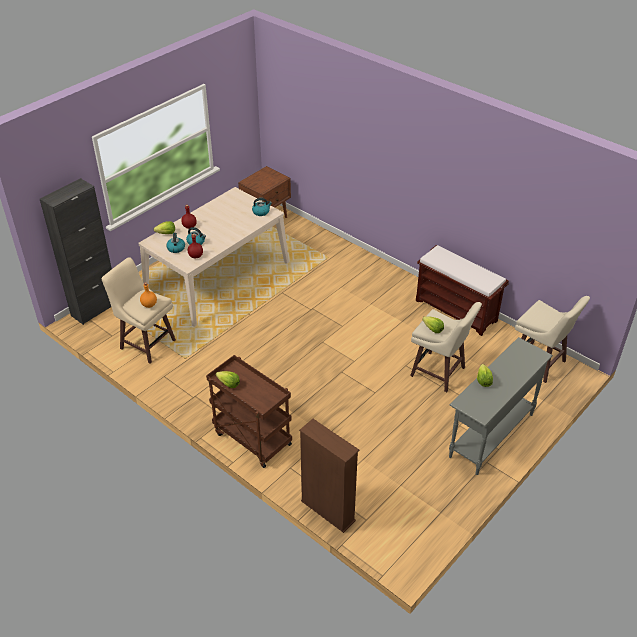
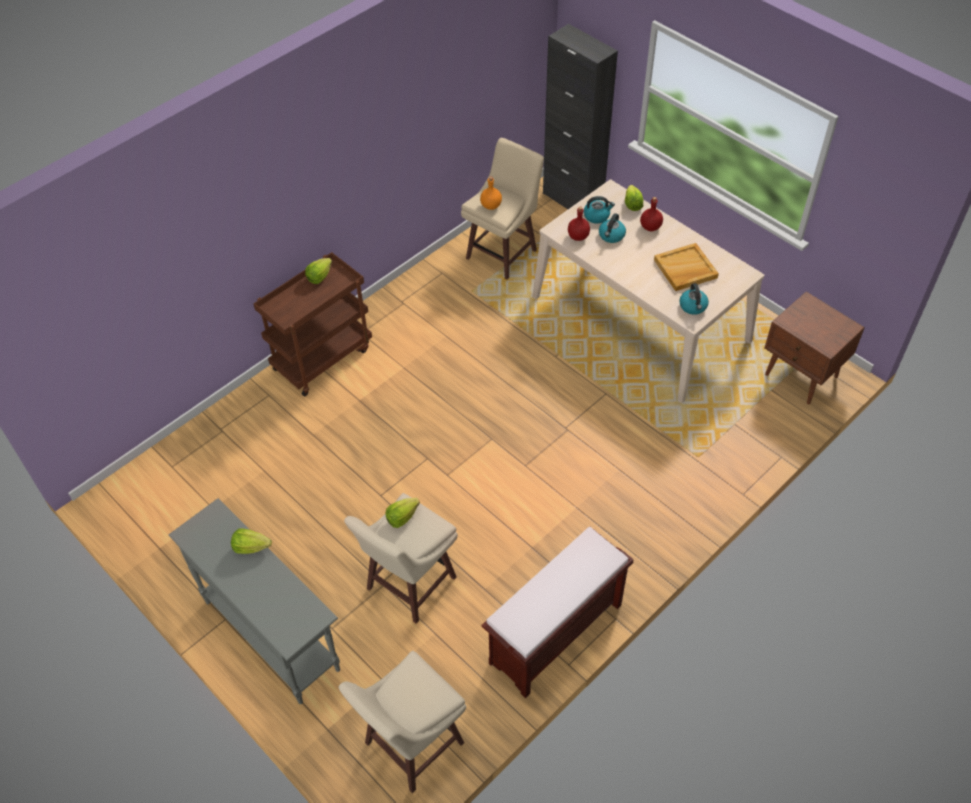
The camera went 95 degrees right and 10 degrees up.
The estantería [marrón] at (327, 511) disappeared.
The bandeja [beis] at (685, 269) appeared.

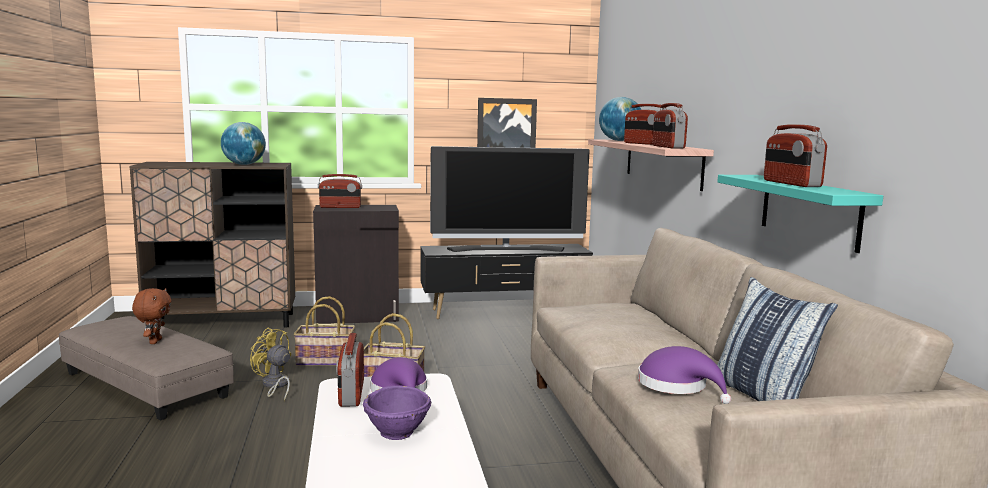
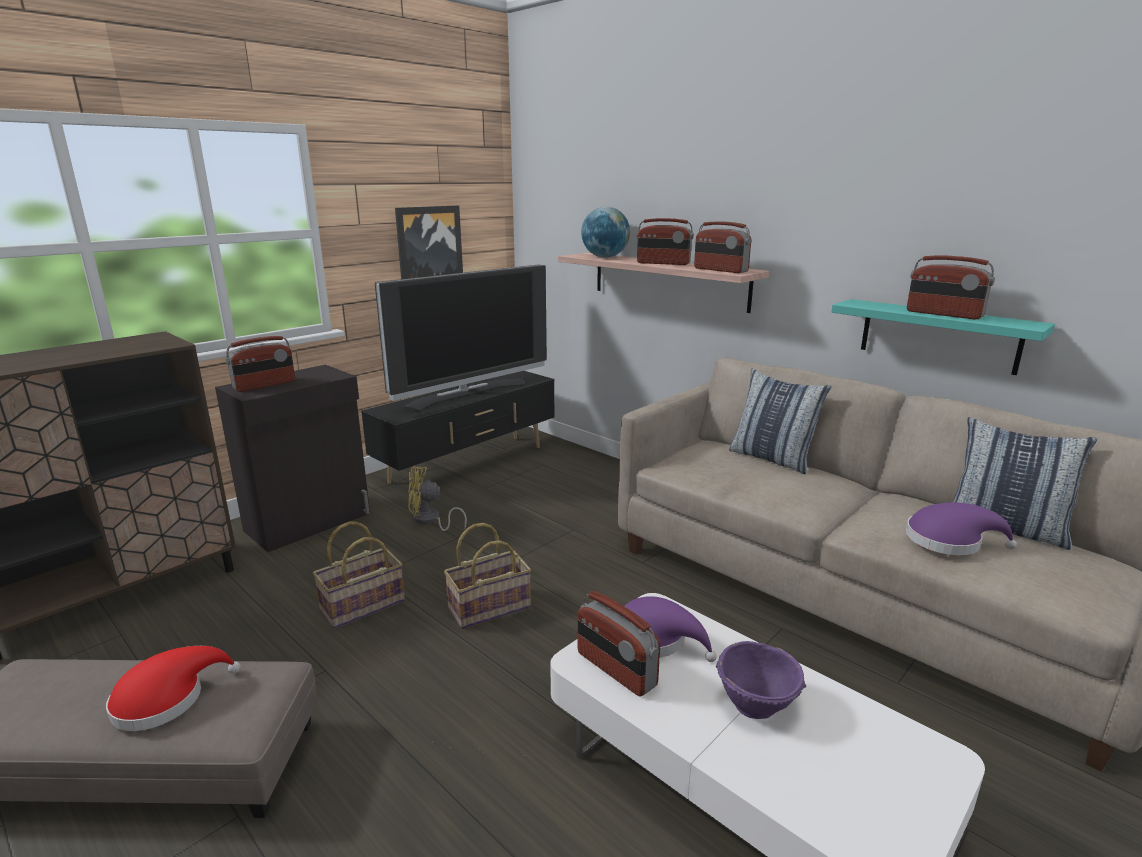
The camera went 35 degrees left and 10 degrees up.
The peluche [marrón] at (154, 341) was replaced by the sombrero [rojo] at (166, 699).
The globo terráqueo at (244, 164) disappeared.
The ventilador [amarillo] moved from (275, 386) to (430, 520).
The cojín at (772, 458) appeared.

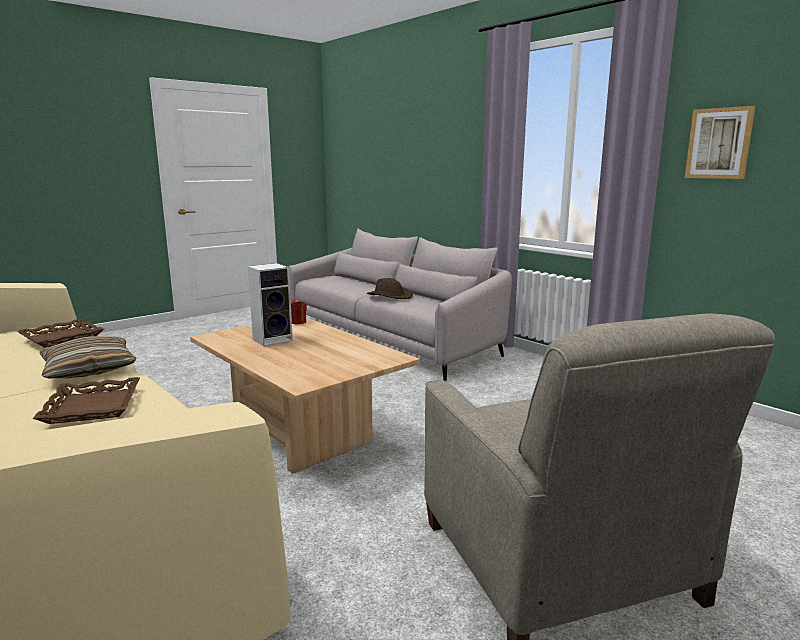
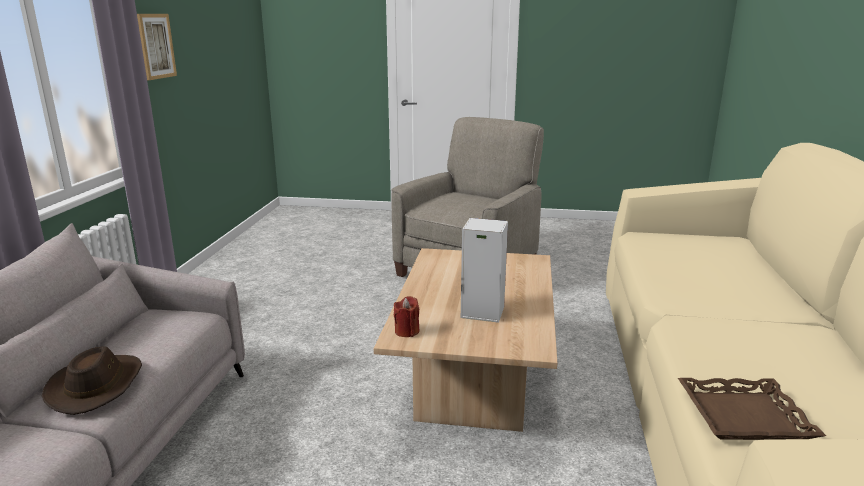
The camera went 130 degrees left and 5 degrees up.
The bandeja [marrón] at (93, 407) disappeared.
The cojín at (89, 369) disappeared.

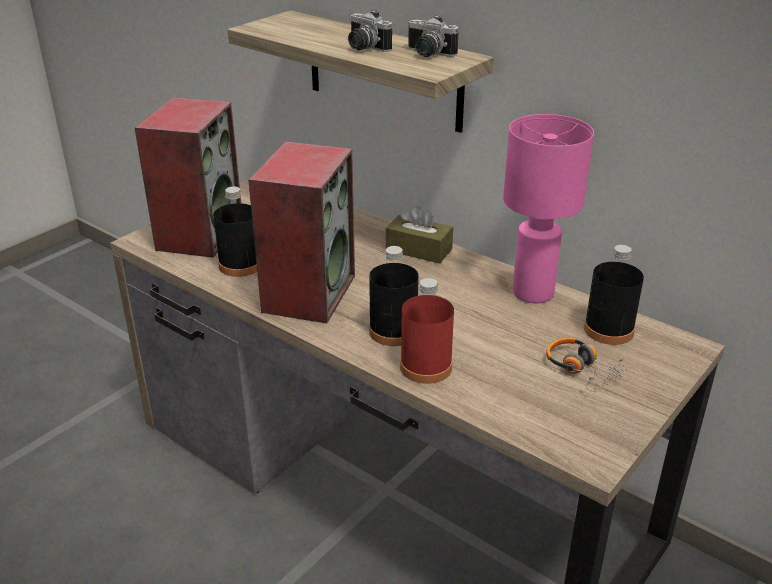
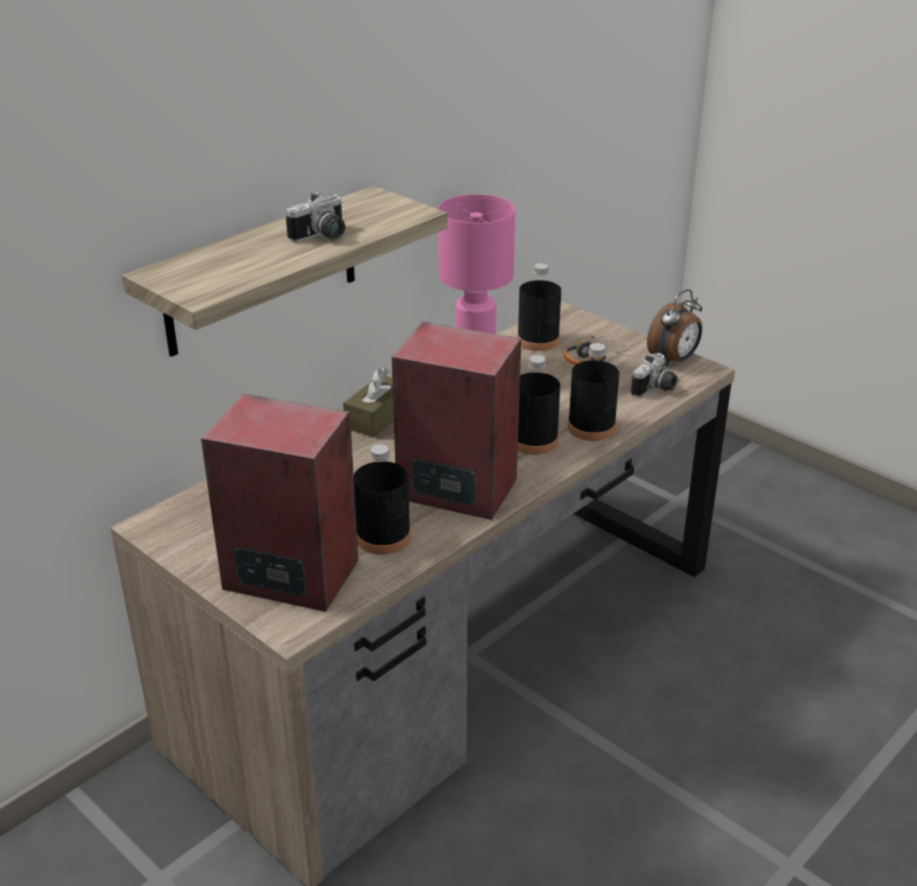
The camera went 85 degrees left and 0 degrees up.
The botella [rojo] at (426, 367) became the botella [negro] at (591, 428).
The cámara moved from (427, 54) to (655, 389).
The despertador at (674, 360) appeared.

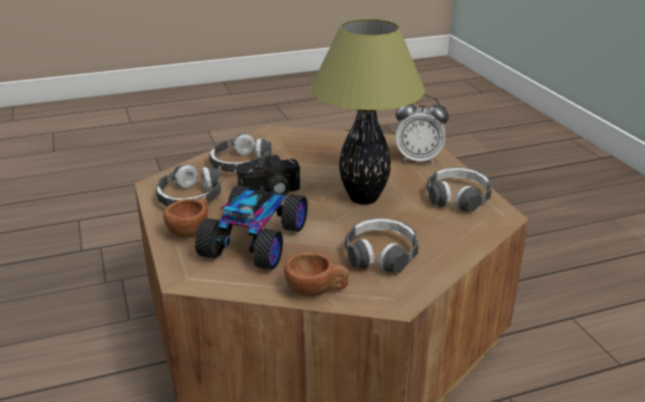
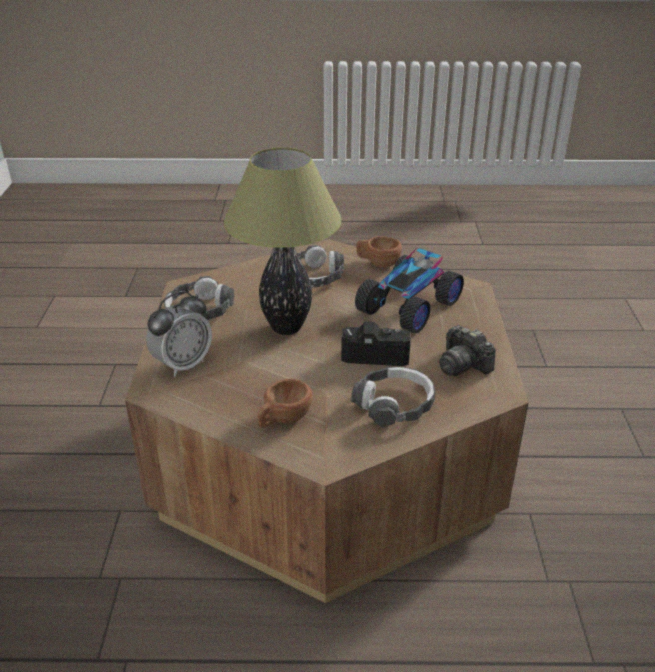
The camera went 160 degrees left and 5 degrees up.
The auriculares at (189, 198) was replaced by the cámara at (463, 365).
The taza [marrón] moved from (191, 230) to (283, 419).
The despertador at (418, 159) turned 105 degrees clockwise.

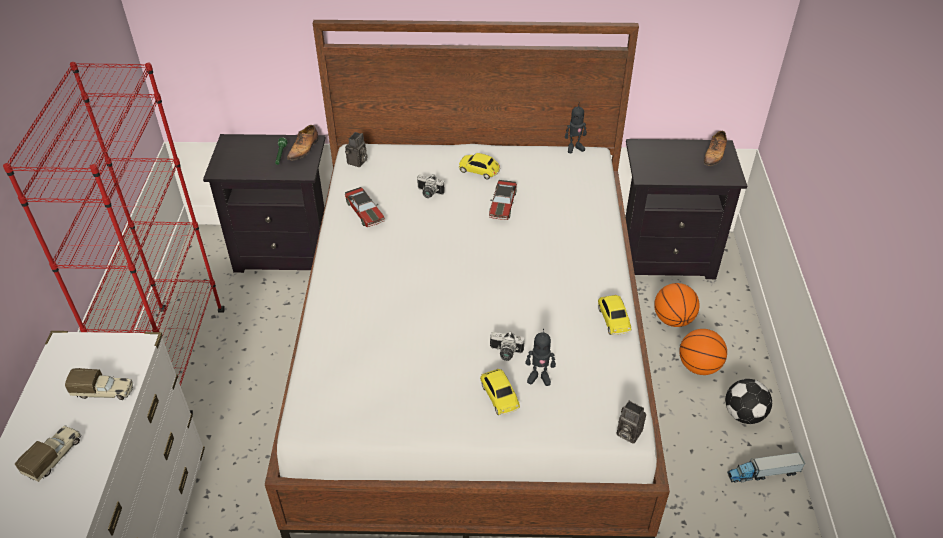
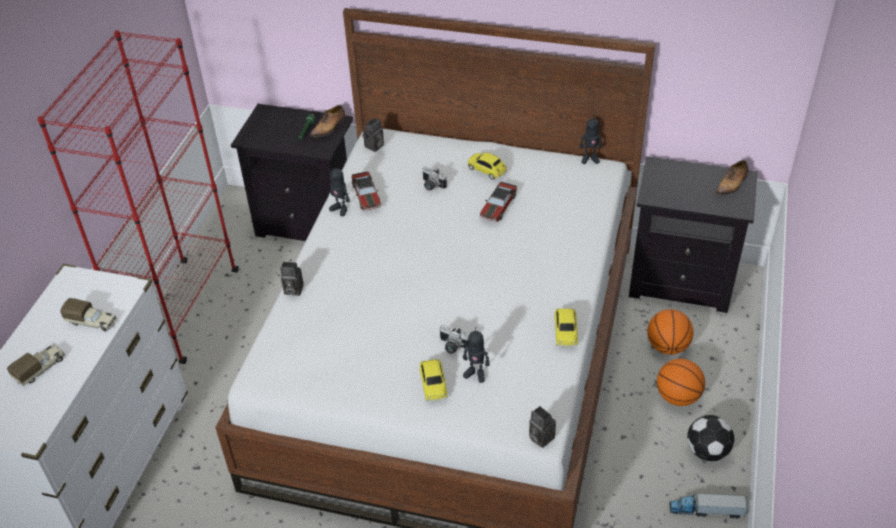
The camera went 15 degrees right and 0 degrees up.
The cámara at (292, 290) appeared.
The robot de juguete at (340, 209) appeared.

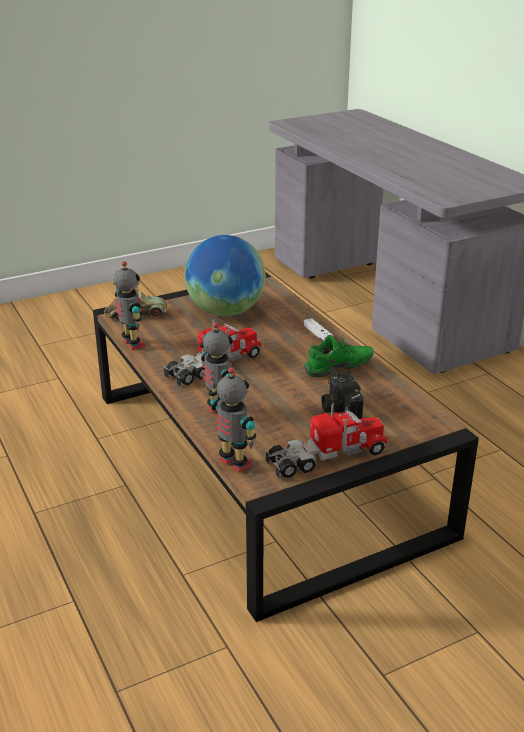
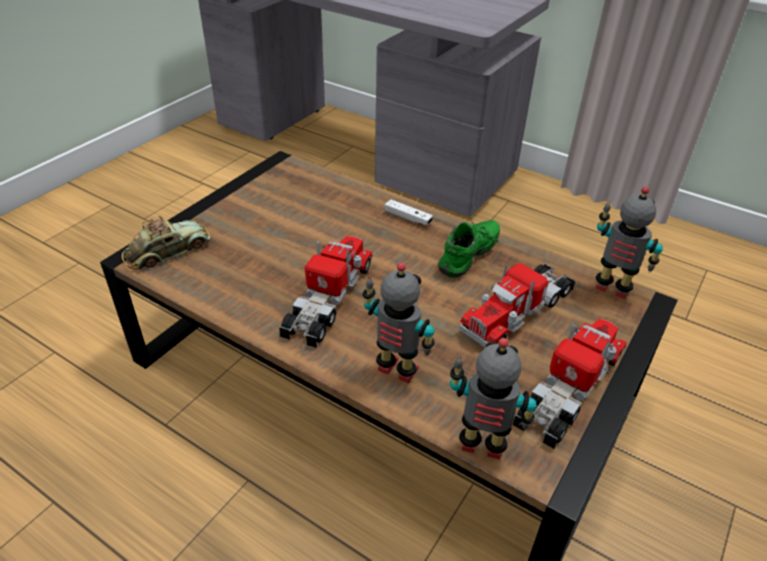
The camera went 30 degrees left and 10 degrees up.
The robot de juguete moved from (132, 344) to (611, 290).
The globo terráqueo at (225, 312) disappeared.
The cámara at (338, 408) was replaced by the camión de juguete at (518, 311).

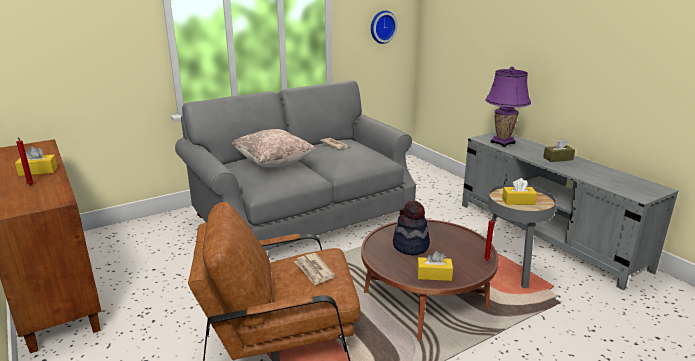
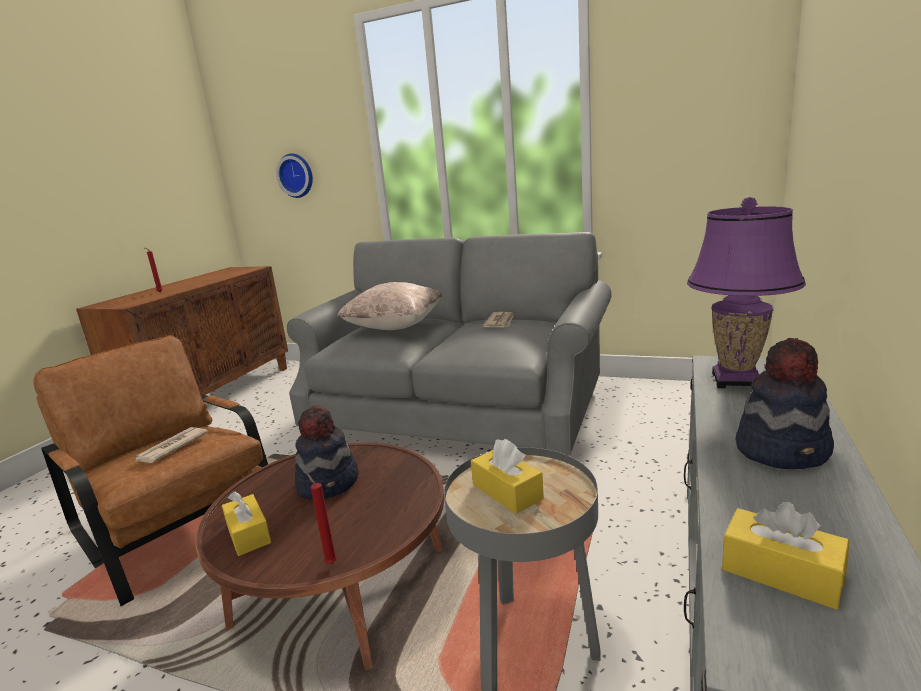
The camera went 55 degrees right and 5 degrees down.
The caja de pañuelos [amarillo] moved from (38, 171) to (781, 573).
The reloj de pared moved from (382, 27) to (297, 175).
The caja de pañuelos [marrón] at (558, 158) was replaced by the sombrero at (783, 450).

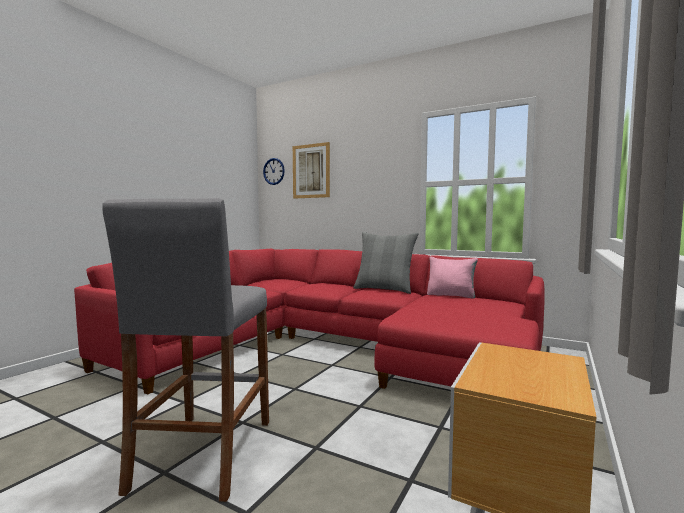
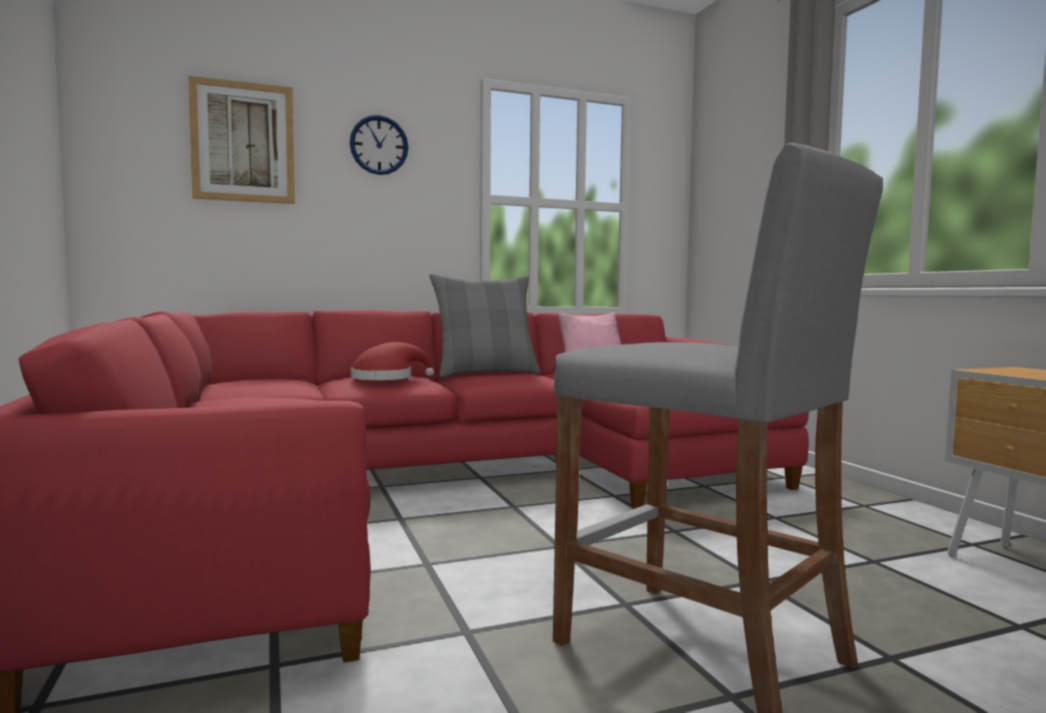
The camera went 50 degrees left and 0 degrees up.
The reloj de pared moved from (274, 171) to (379, 145).
The sombrero [rojo] at (386, 378) appeared.

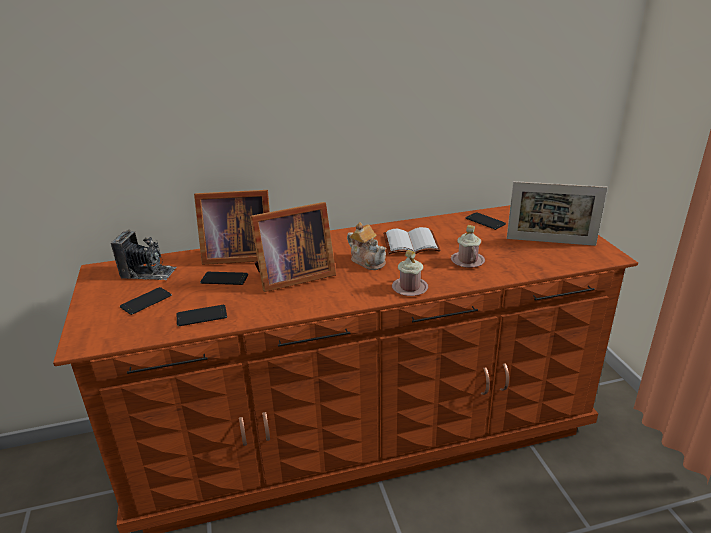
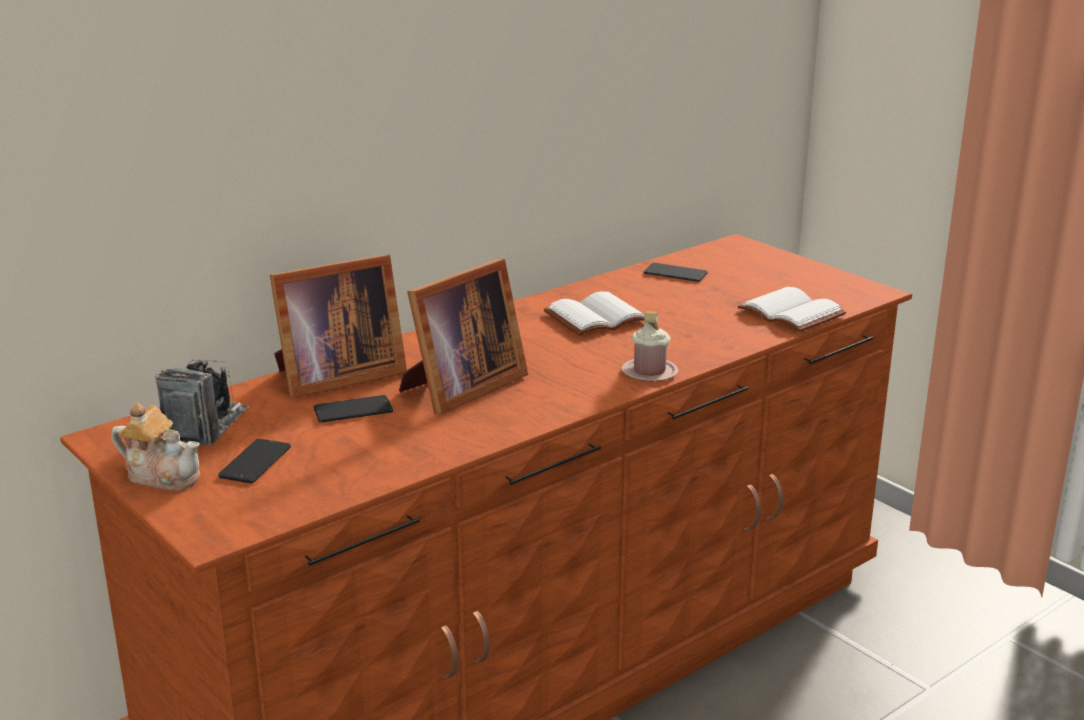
The camera went 25 degrees left and 5 degrees down.
The cámara at (148, 272) turned 60 degrees counterclockwise.
The móvil at (201, 316) disappeared.
The tetera moved from (367, 261) to (162, 475).
The taza grande [rosa] at (467, 261) disappeared.
The portarretratos at (550, 242) disappeared.
The libro [blanco] at (794, 313) appeared.

